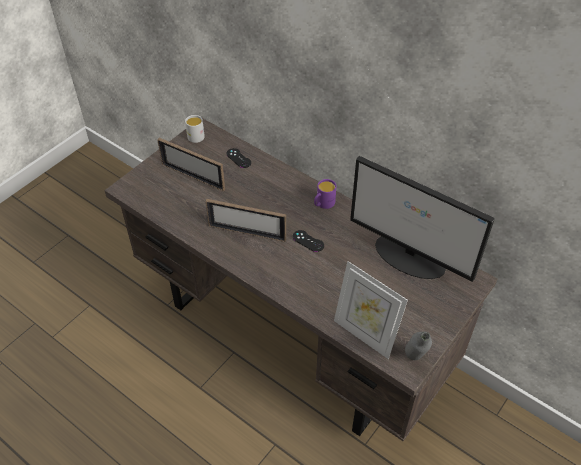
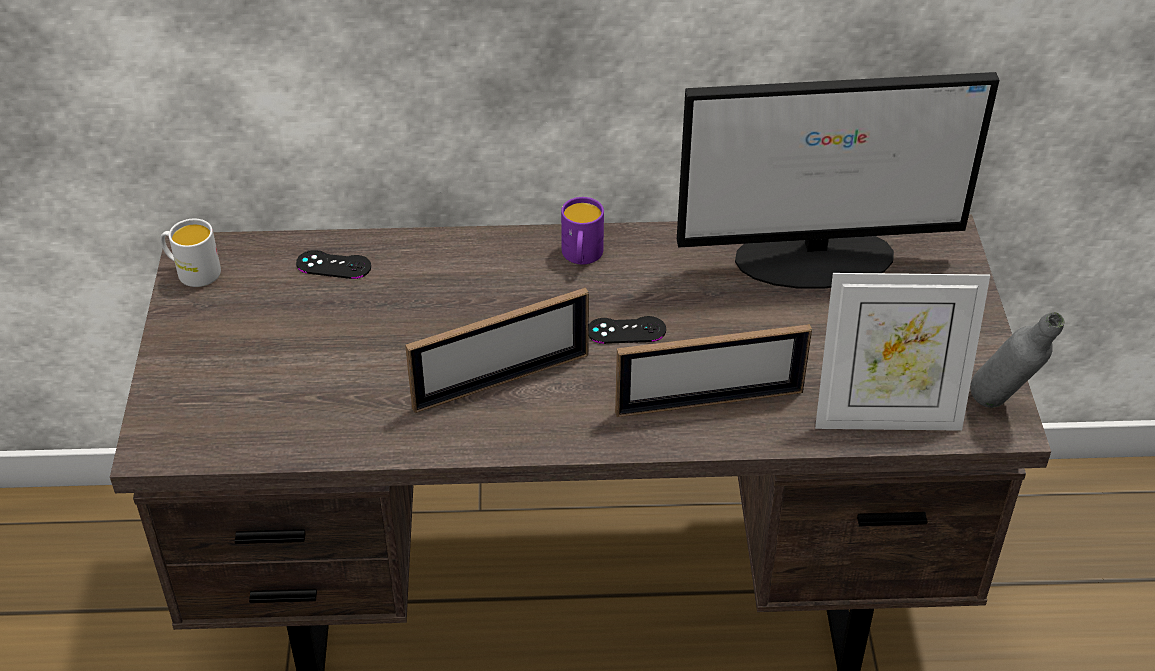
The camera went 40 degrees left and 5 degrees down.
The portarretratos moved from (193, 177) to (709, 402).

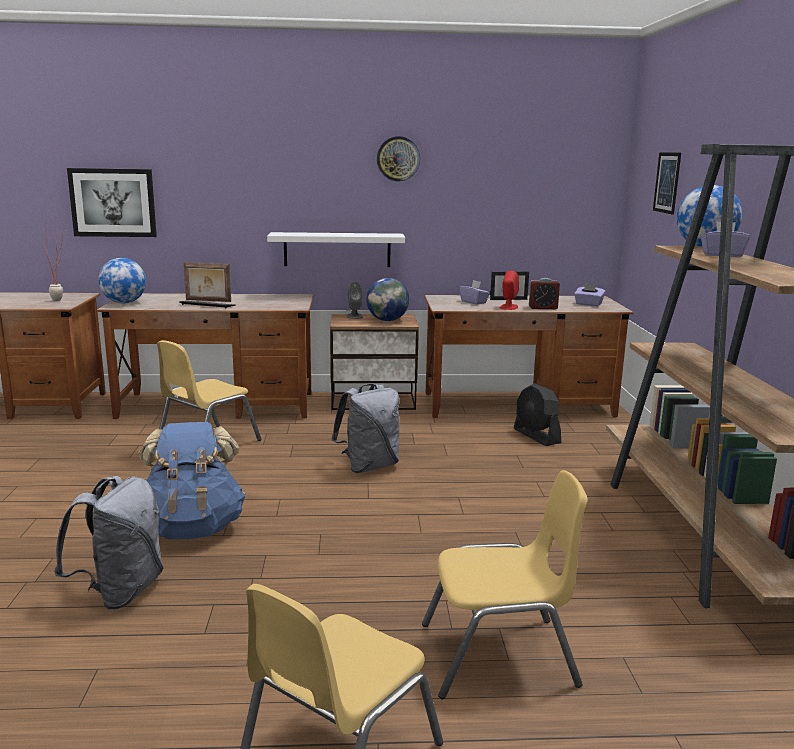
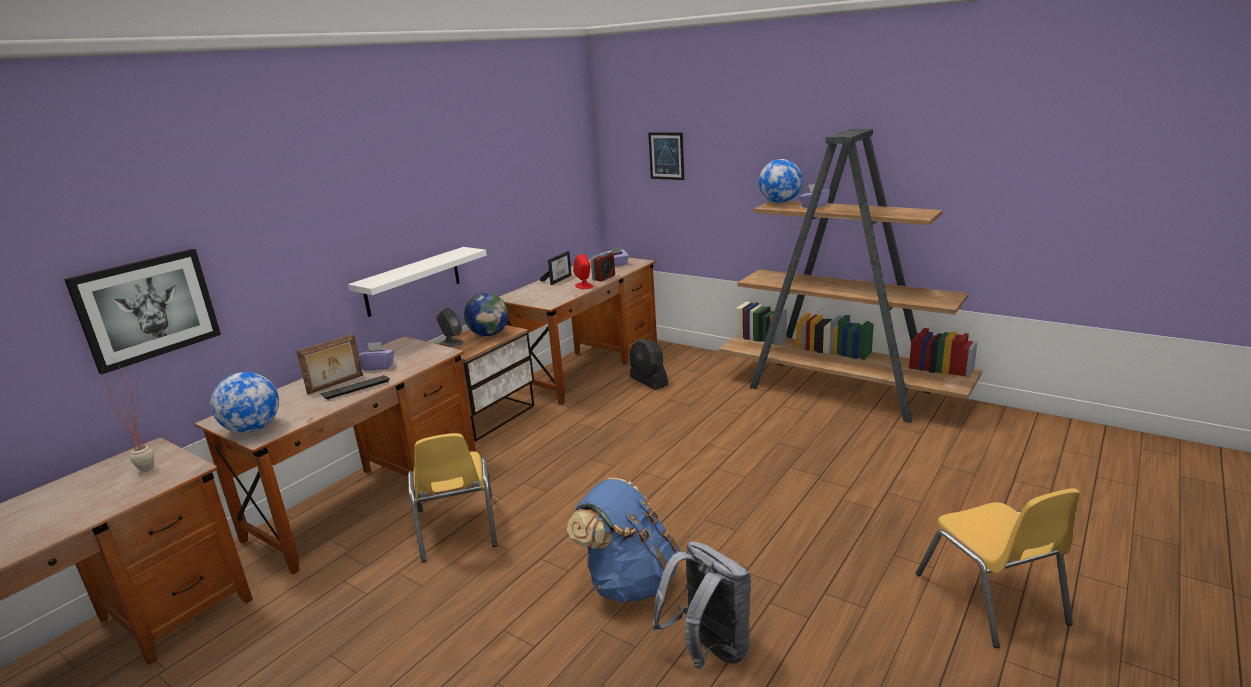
The camera went 50 degrees left and 5 degrees up.
The mochila [gris] at (369, 466) disappeared.
The reloj de pared at (398, 159) disappeared.
The silla [amarillo] at (499, 656) disappeared.
The caja de pañuelos [morado] moved from (474, 302) to (378, 367).
The ventilador [negro] at (536, 436) turned 45 degrees clockwise.

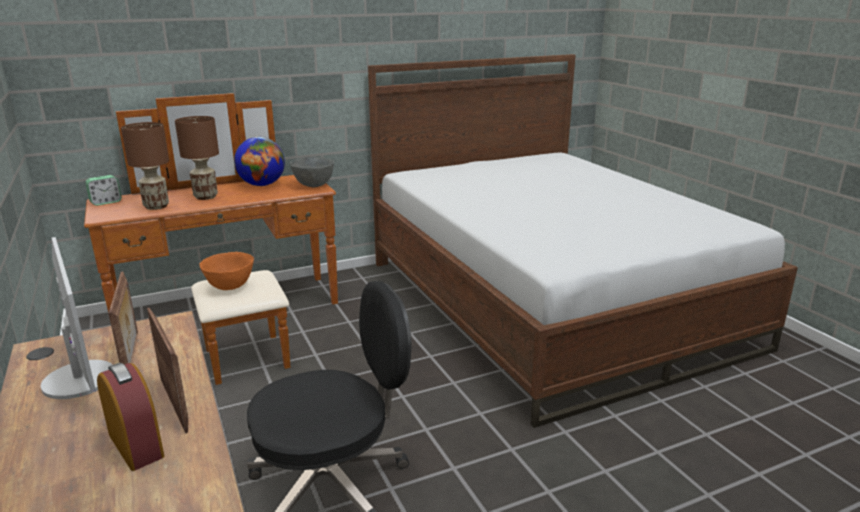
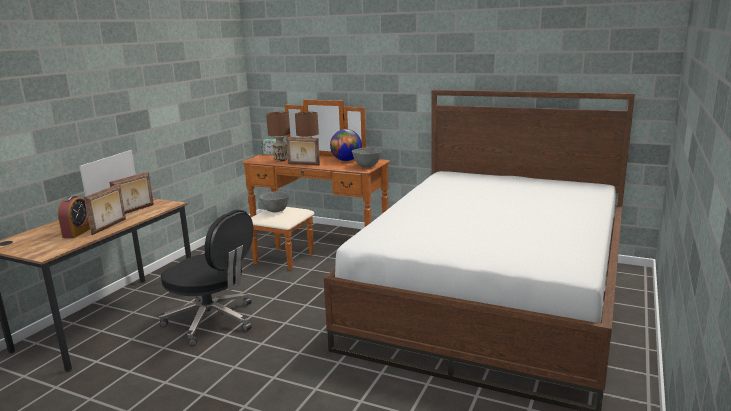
The camera went 50 degrees right and 5 degrees down.
The cuenco [naranja] at (230, 287) became the cuenco [gris] at (276, 211).
The portarretratos at (303, 164) appeared.

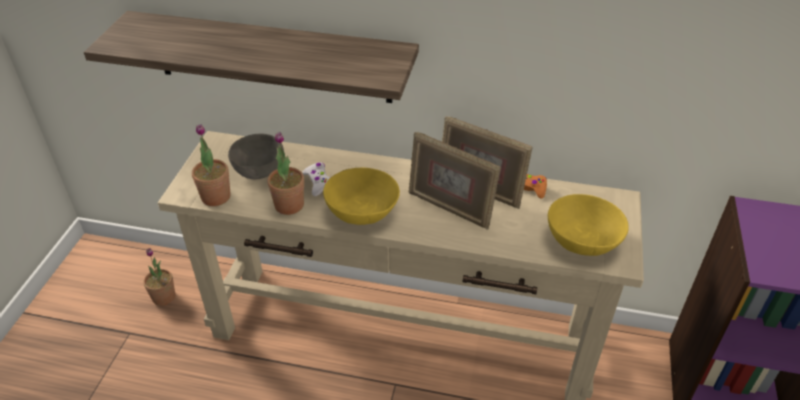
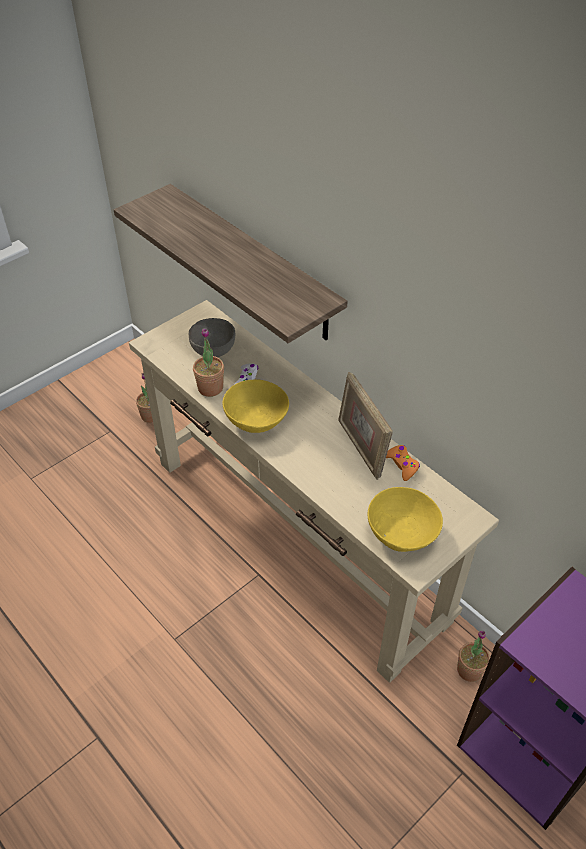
The camera went 35 degrees right and 5 degrees up.
The planta en maceta moved from (216, 197) to (469, 670).
The portarretratos at (449, 208) disappeared.

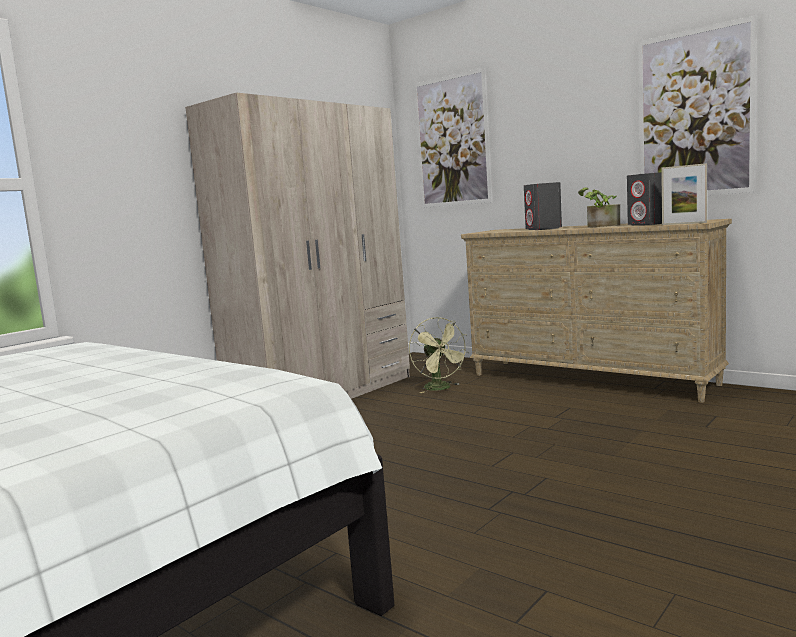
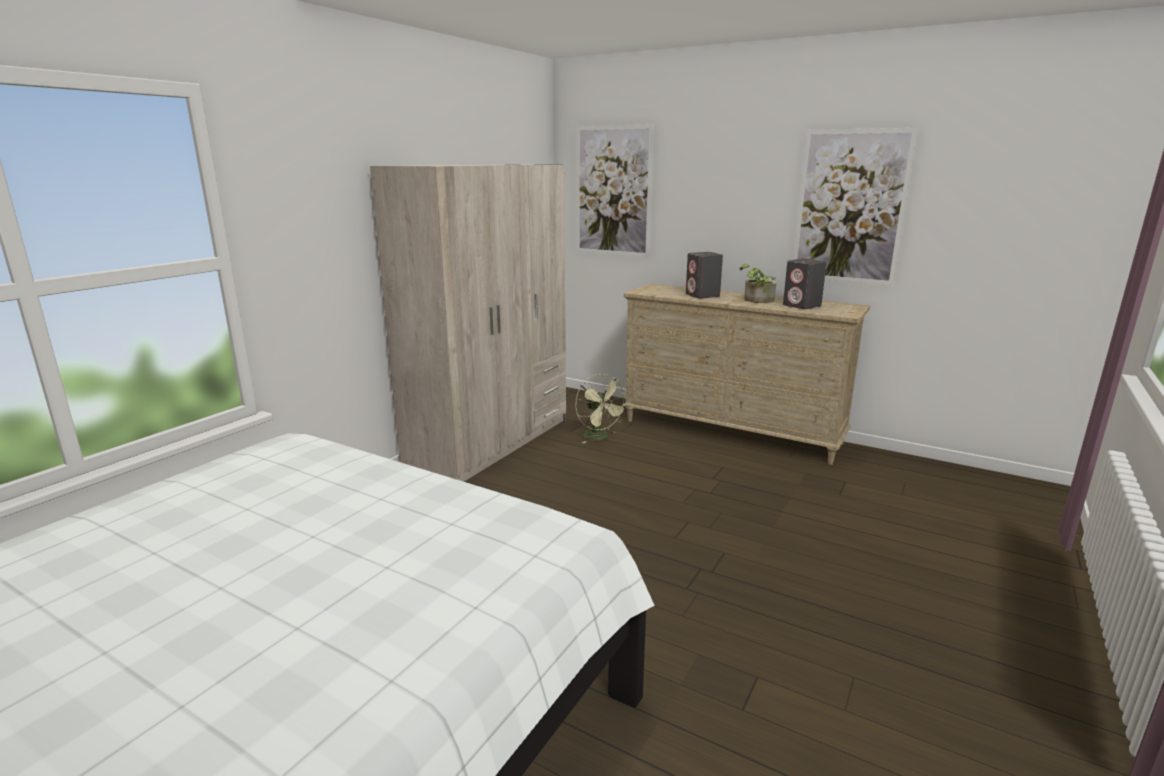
The camera went 10 degrees left and 10 degrees up.
The portarretratos at (684, 223) disappeared.

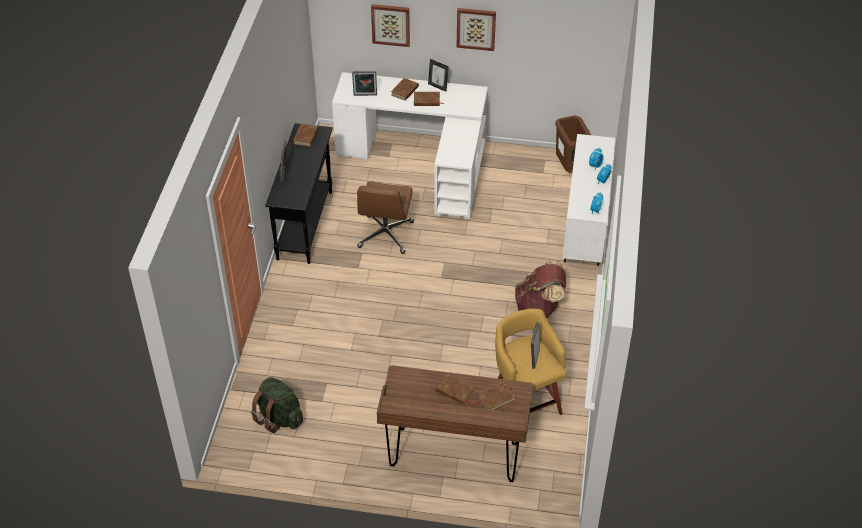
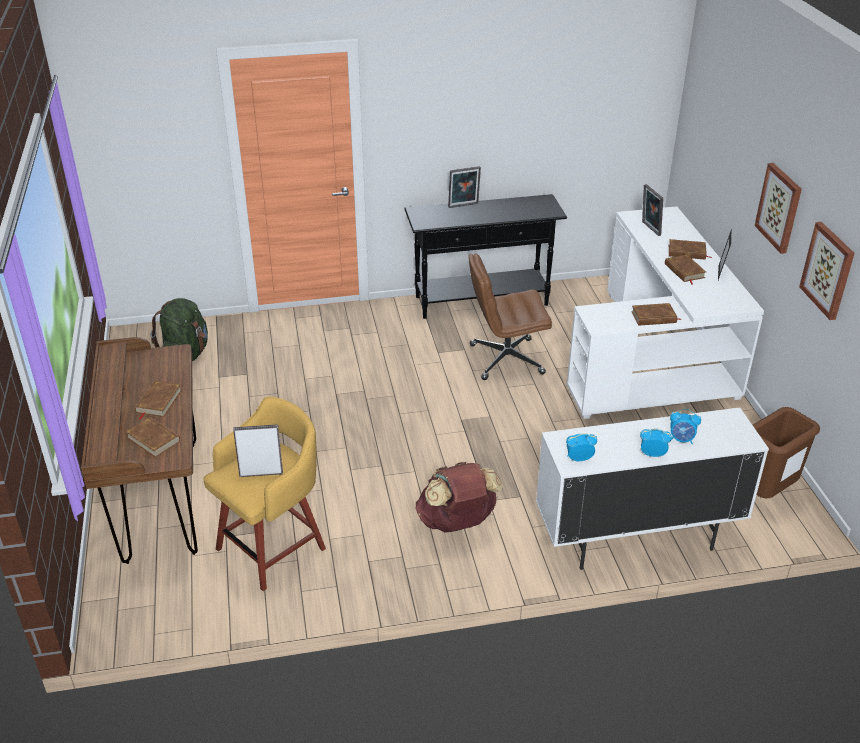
The camera went 70 degrees right and 10 degrees down.
The libro [marrón] moved from (306, 136) to (654, 317).
The cuadro moved from (390, 24) to (828, 270).

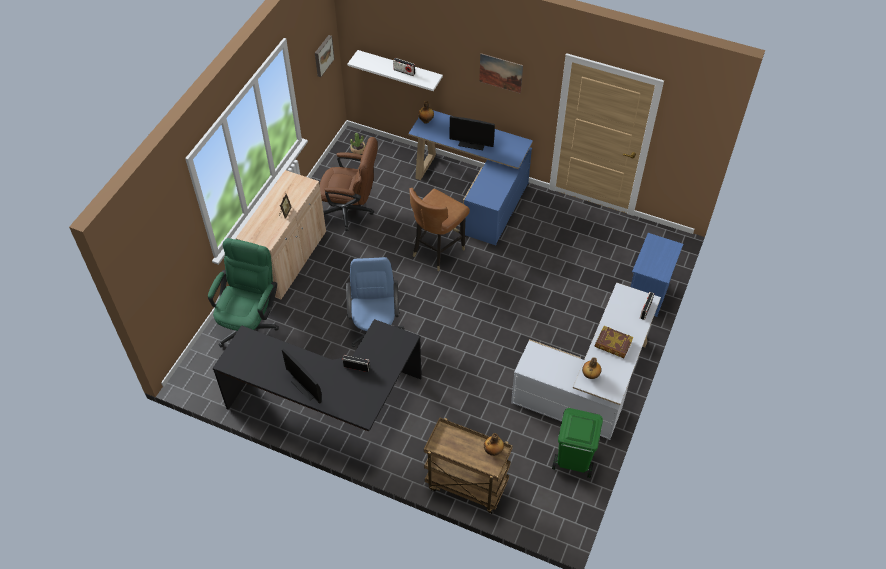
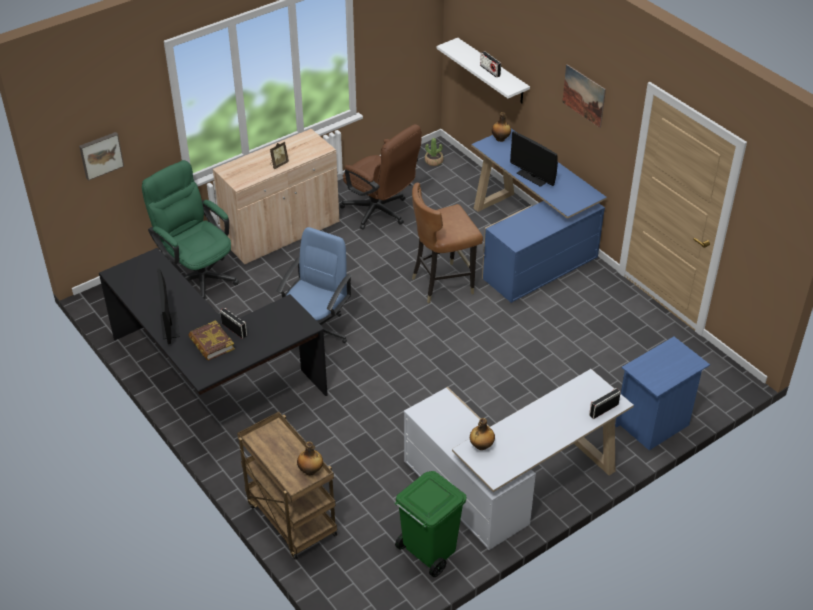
The camera went 30 degrees right and 10 degrees down.
The silla de oficina [verde] at (250, 324) turned 90 degrees counterclockwise.
The cuadro moved from (323, 55) to (100, 155).
The libro moved from (613, 344) to (211, 343).

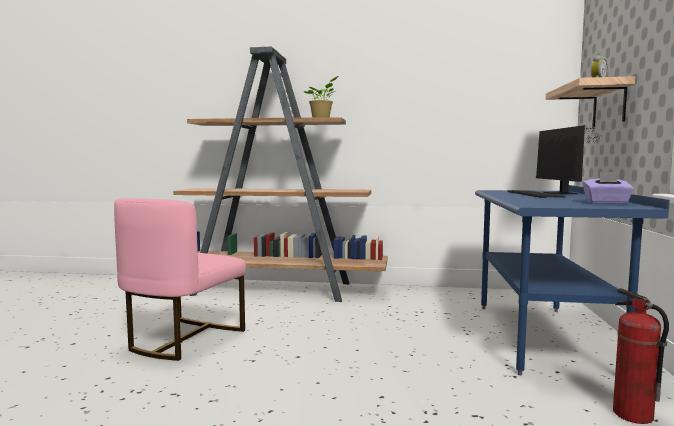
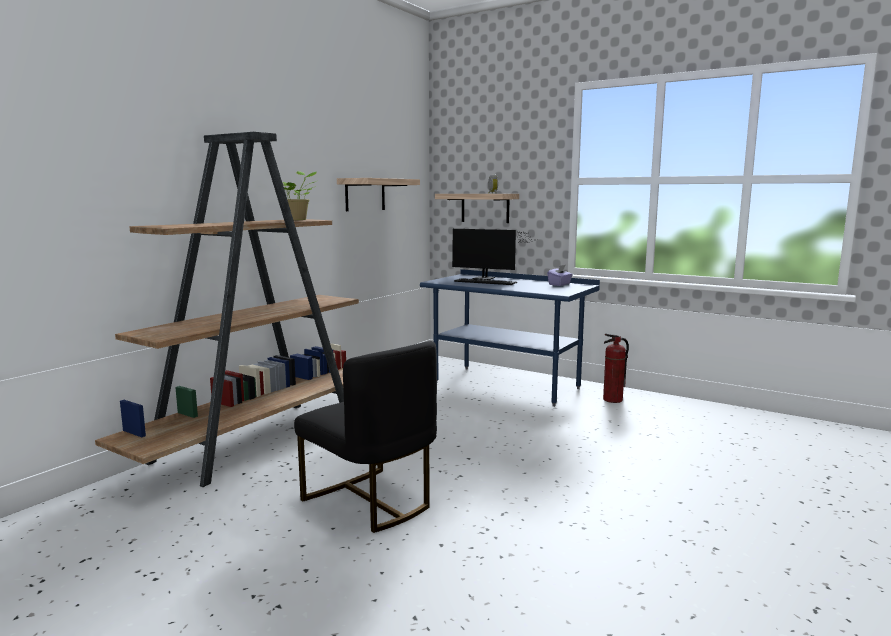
The camera went 65 degrees left and 5 degrees up.
The silla [rosa] at (183, 339) became the silla [negro] at (370, 501).
The estante at (365, 194) appeared.

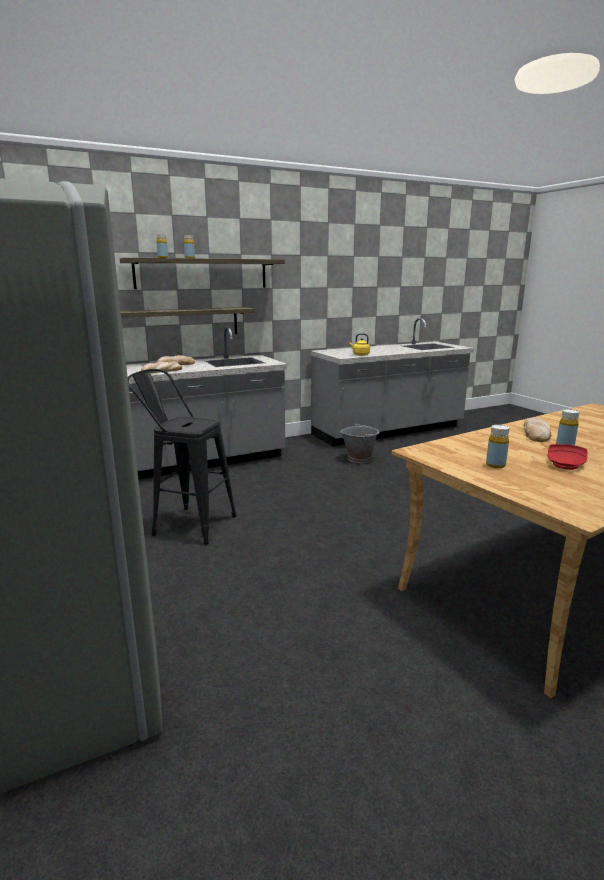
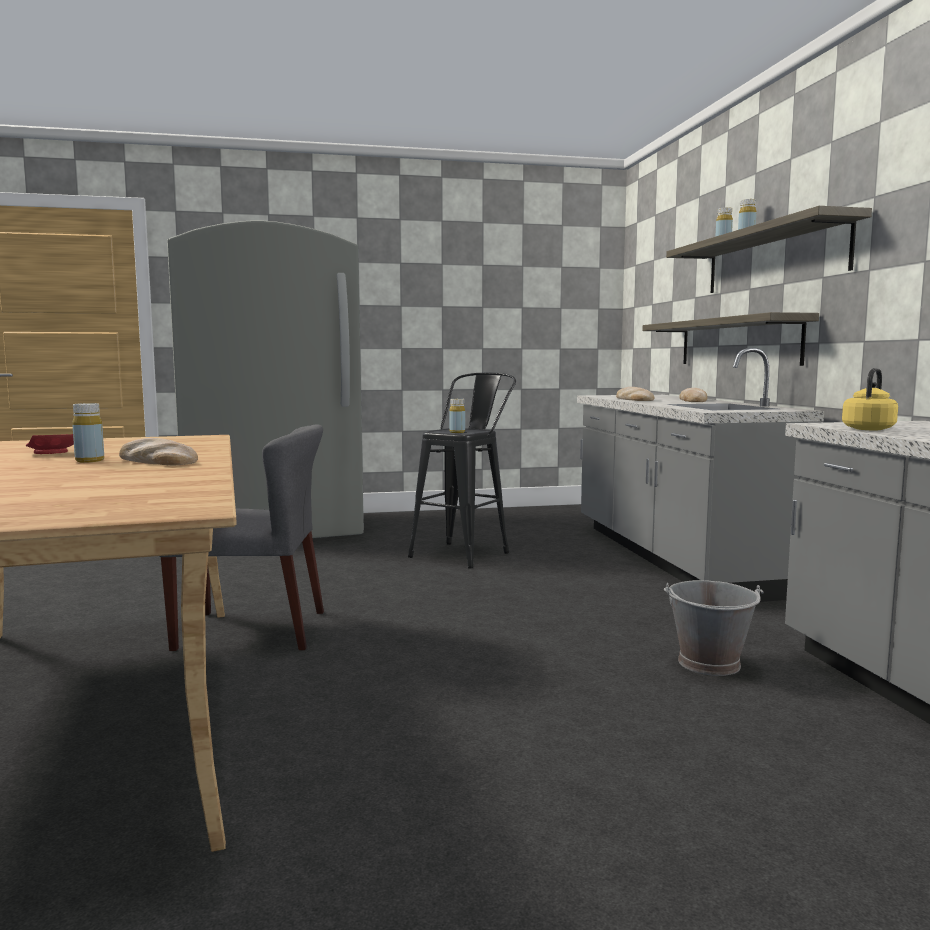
The camera went 105 degrees right and 10 degrees down.
The botella [amarillo] moved from (495, 465) to (457, 432).
The silla [gris] at (253, 630) appeared.

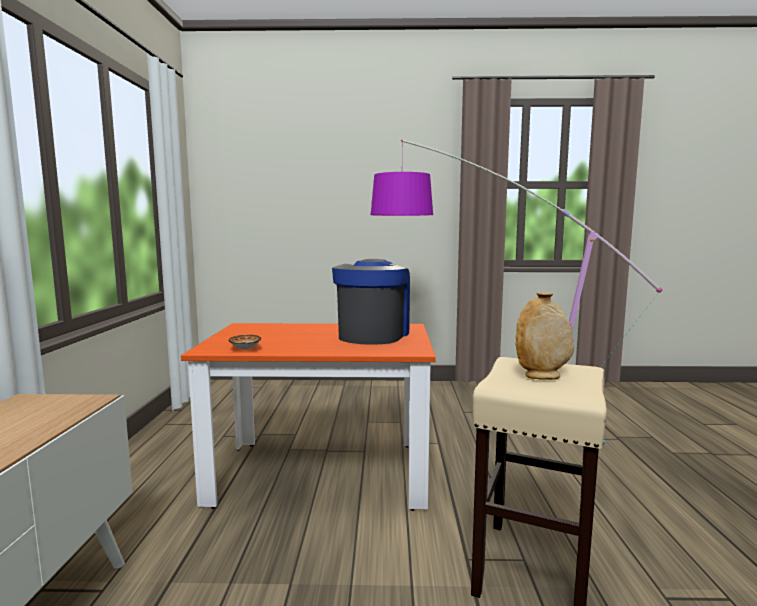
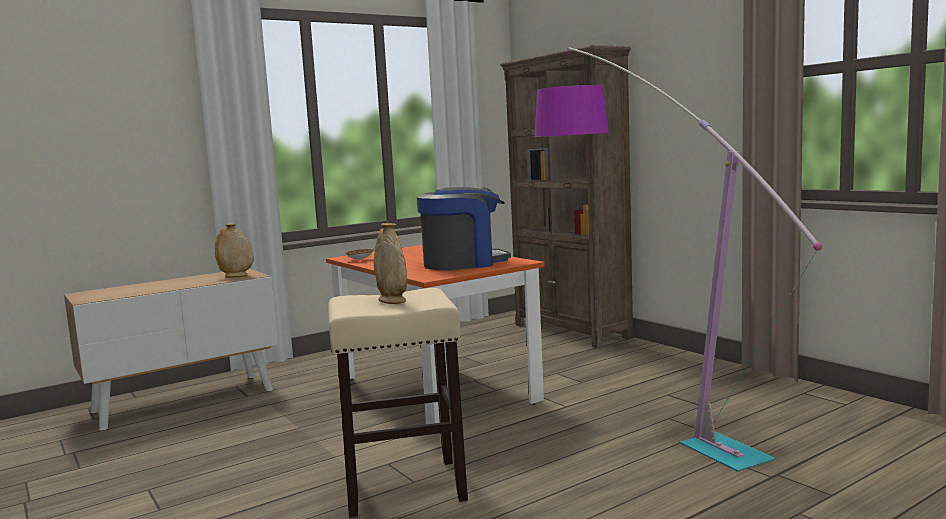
The camera went 55 degrees right and 0 degrees up.
The florero [beis] at (236, 276) appeared.
The estantería [marrón] at (572, 331) appeared.

